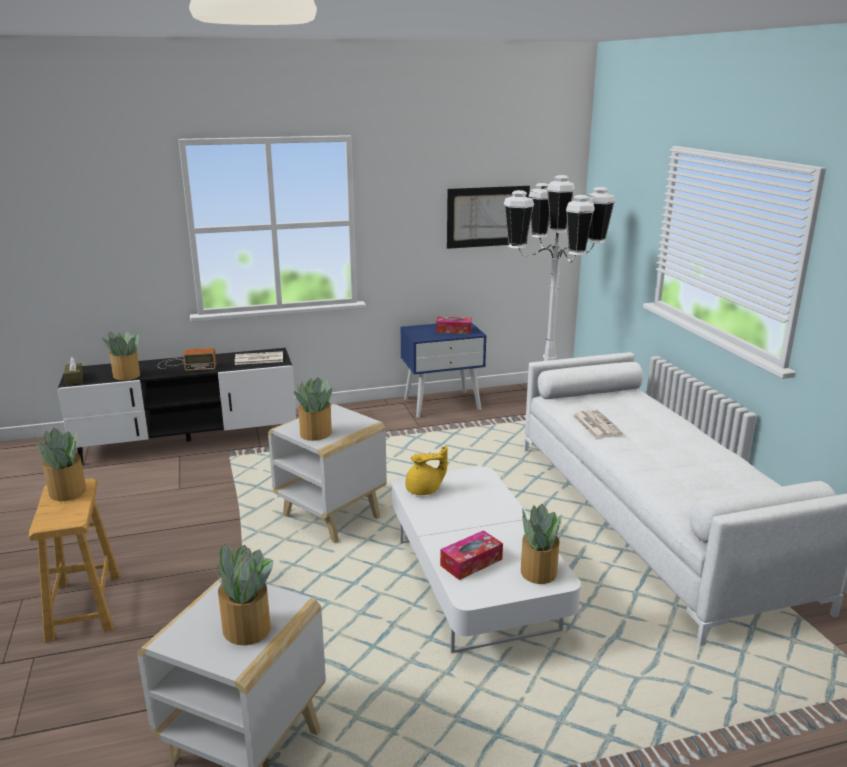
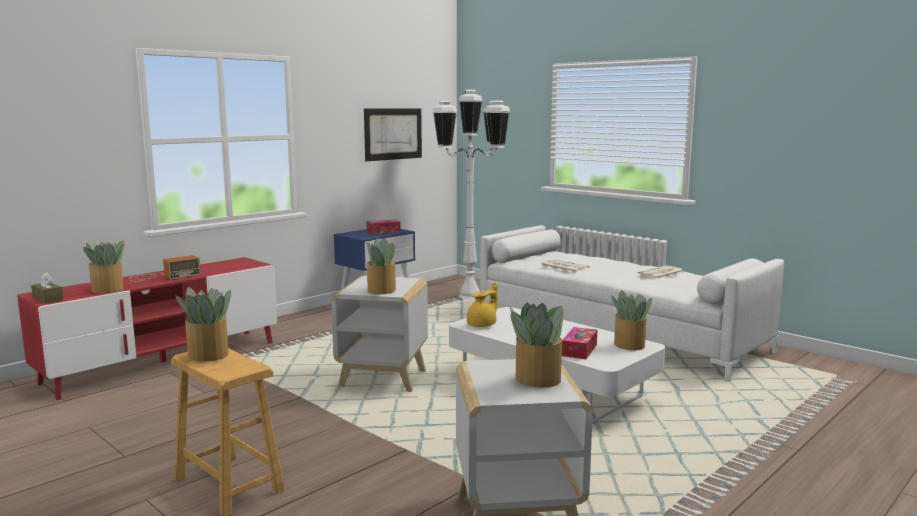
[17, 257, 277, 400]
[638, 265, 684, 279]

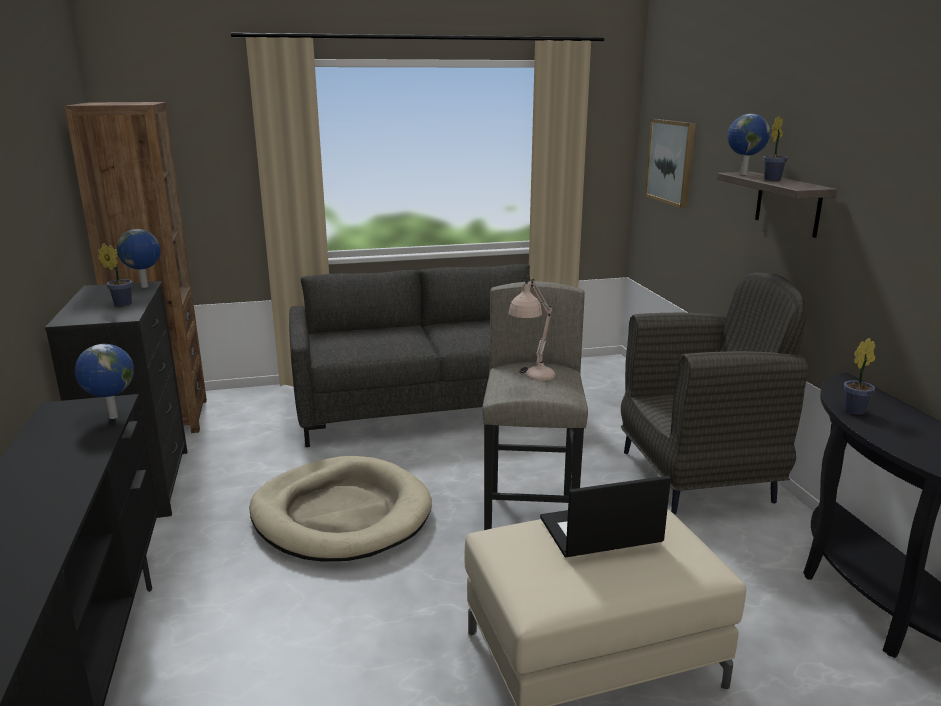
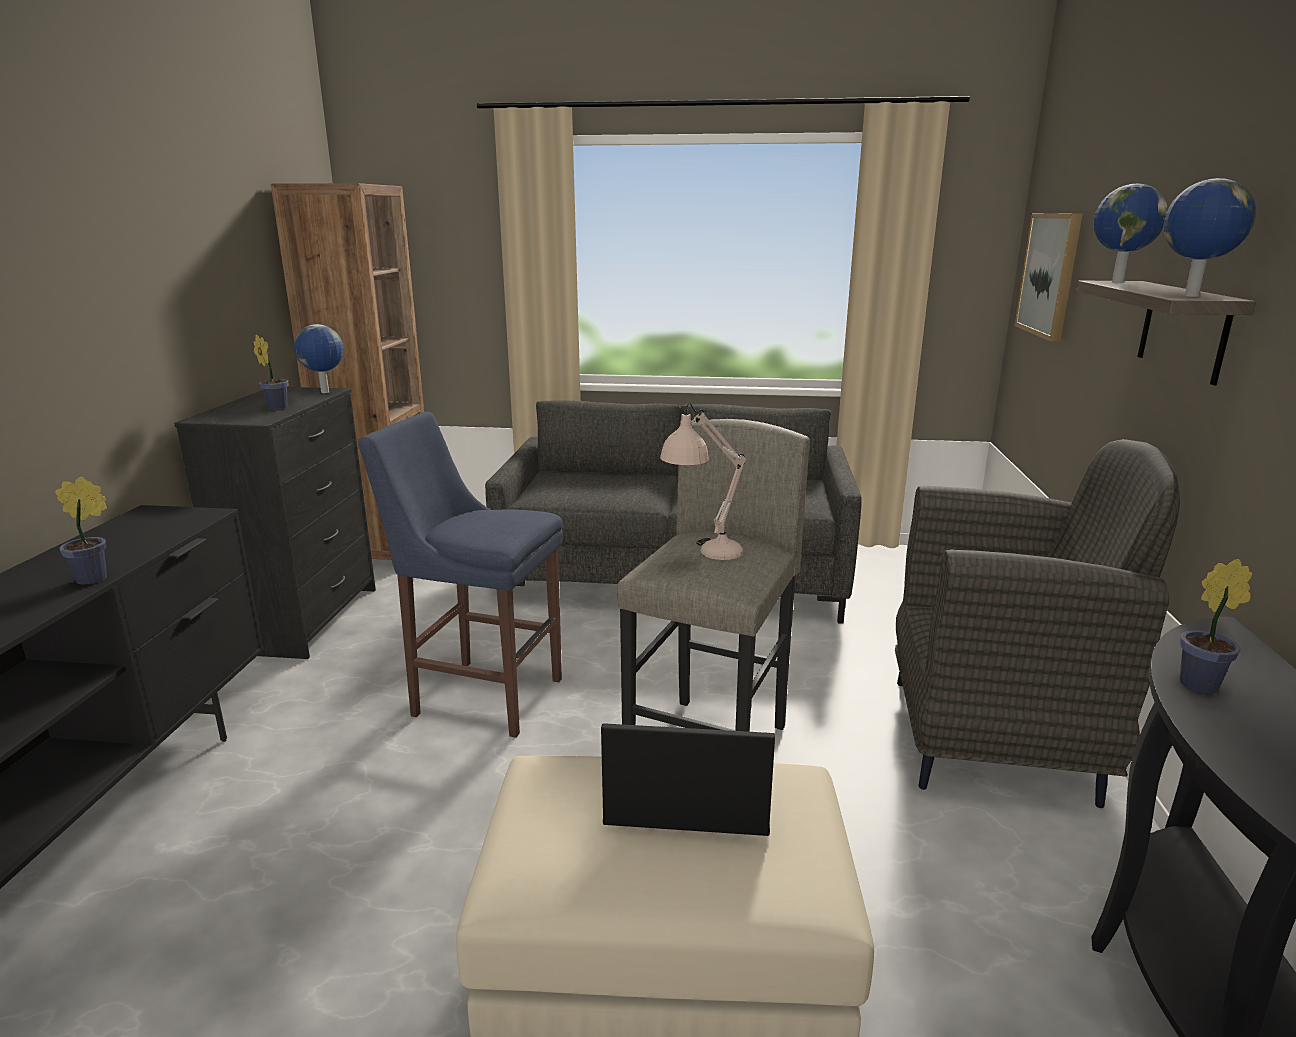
[1164, 178, 1256, 297]
[358, 412, 563, 738]
[55, 477, 107, 585]

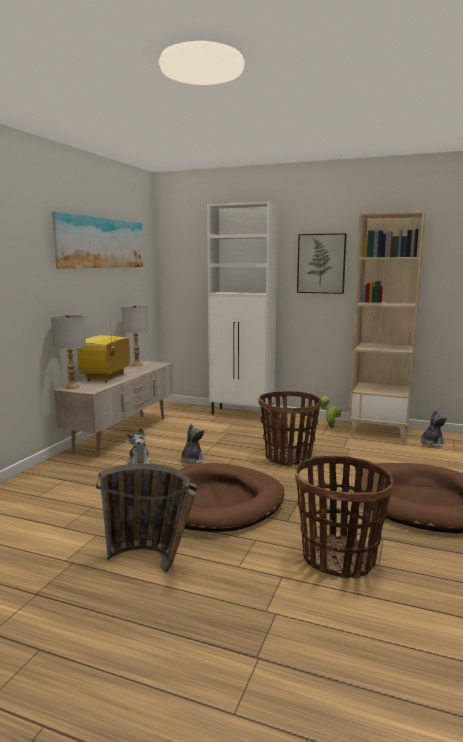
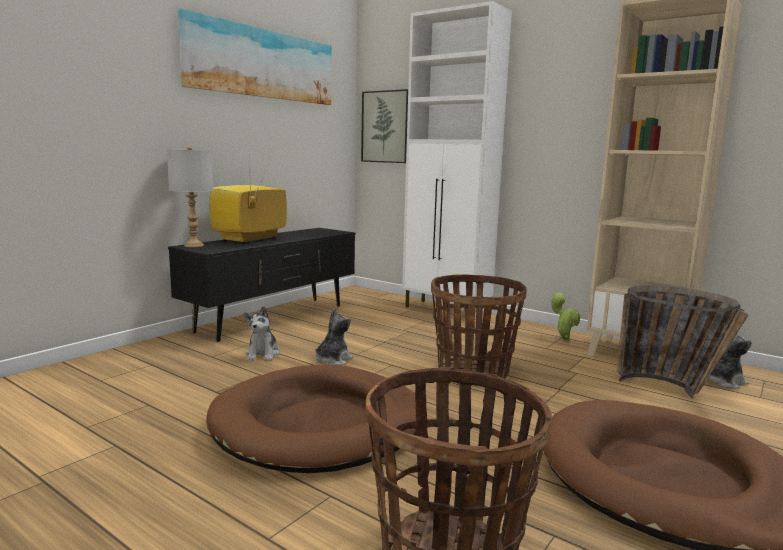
[168, 228, 356, 342]
[616, 285, 748, 398]
[121, 304, 149, 367] (first image)
[361, 89, 408, 163]

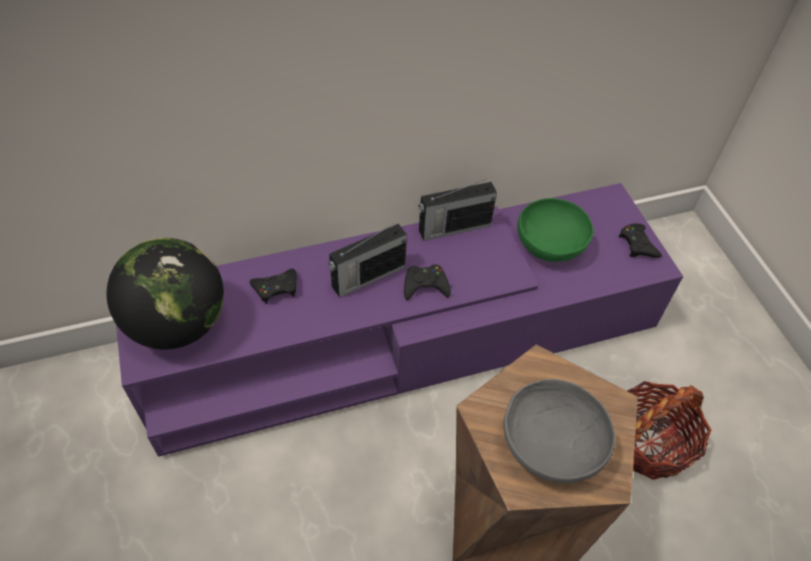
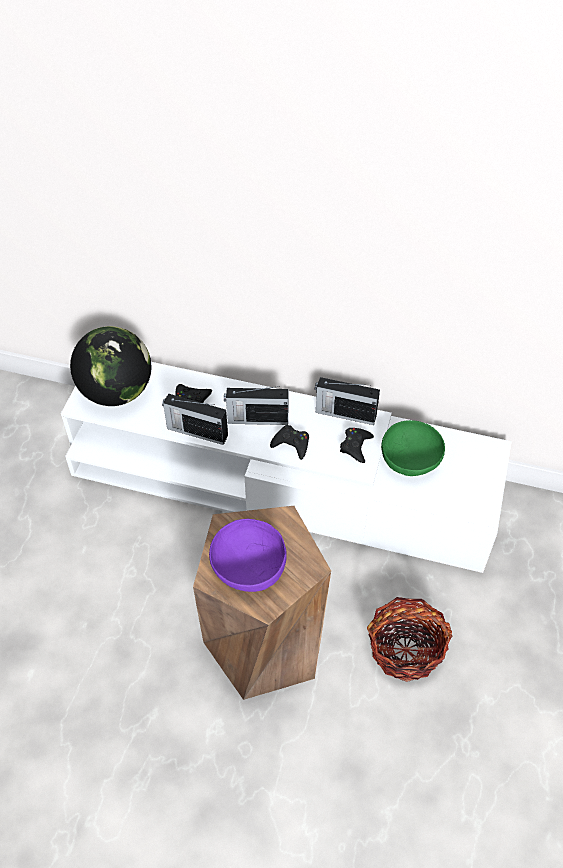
[61, 362, 511, 573]
[209, 519, 287, 592]
[340, 428, 374, 463]
[162, 394, 228, 445]

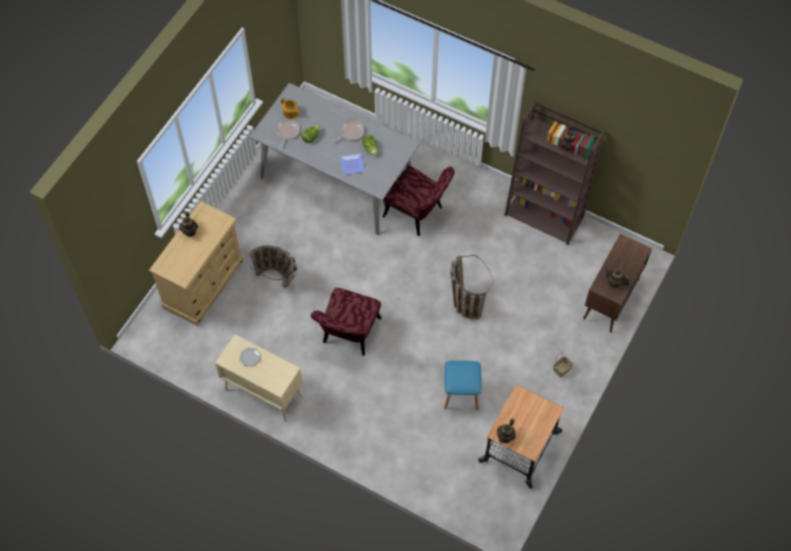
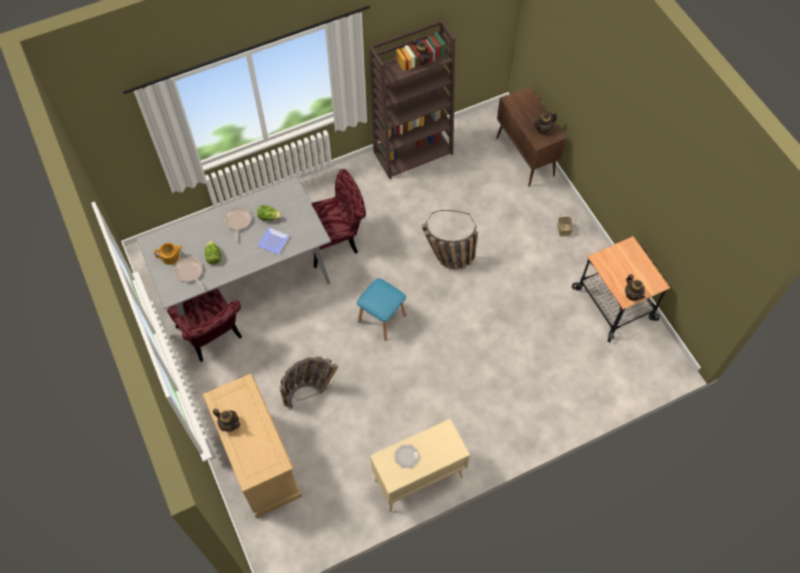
[167, 288, 242, 362]
[357, 278, 406, 341]

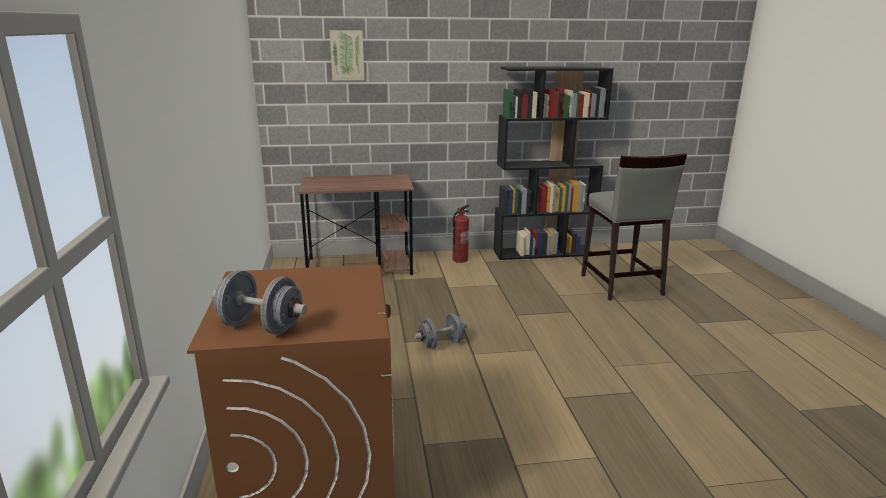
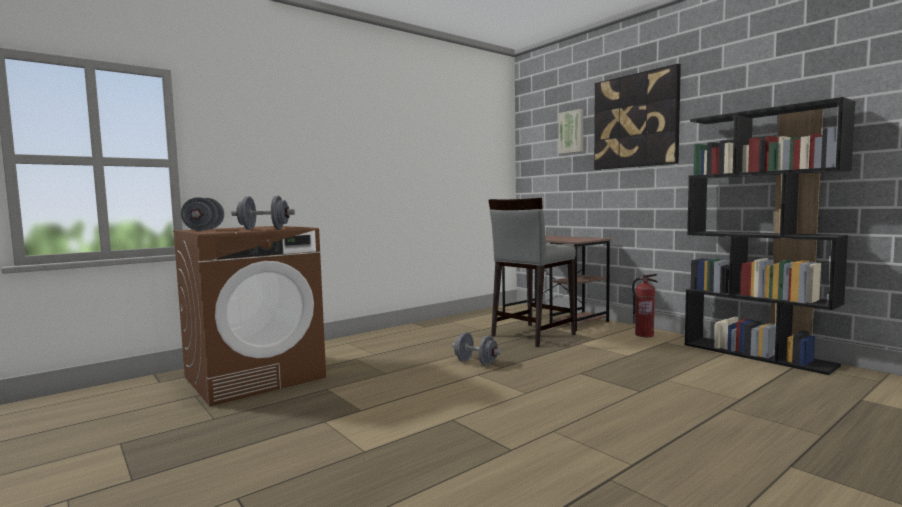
[489, 198, 576, 347]
[231, 196, 295, 230]
[594, 64, 681, 170]

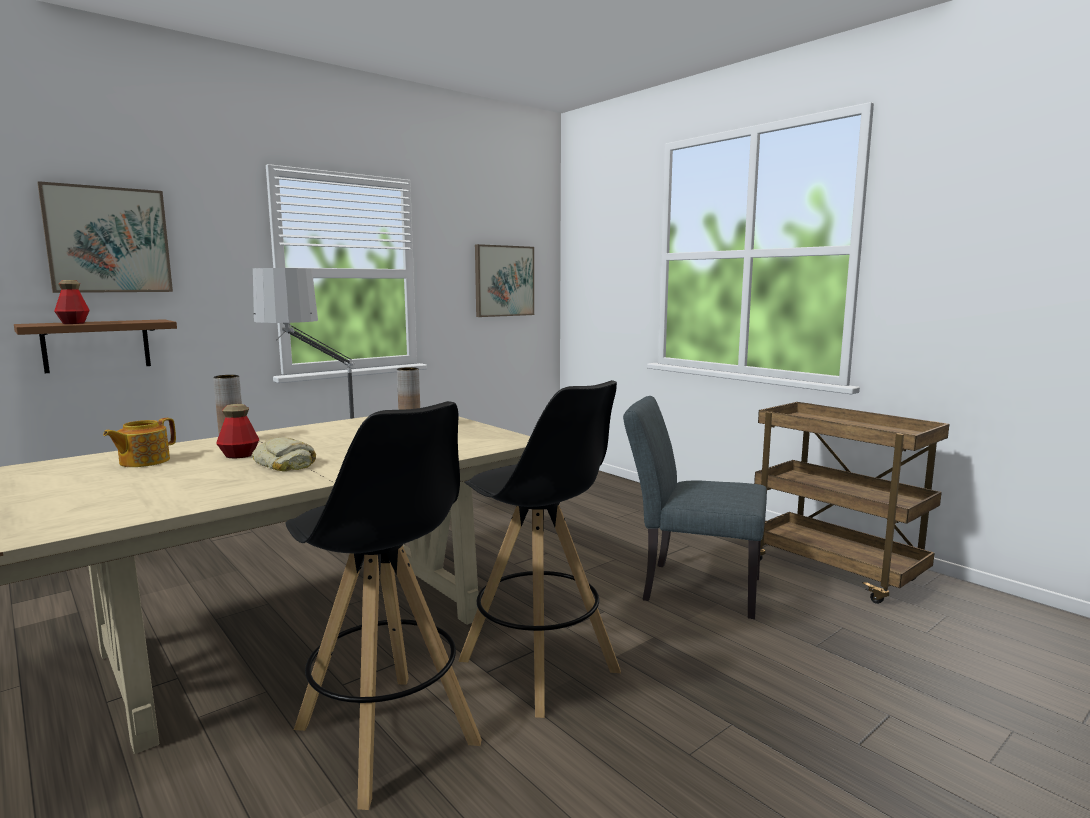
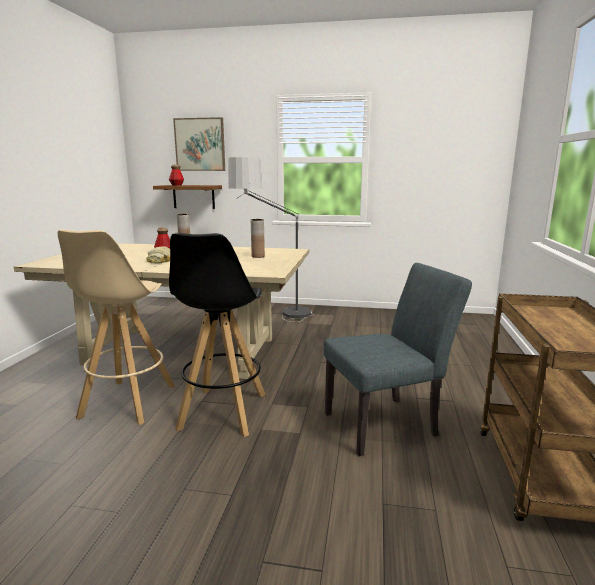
[103, 418, 176, 467] (first image)
[58, 229, 175, 425]
[475, 244, 534, 317] (first image)
[324, 263, 472, 456]

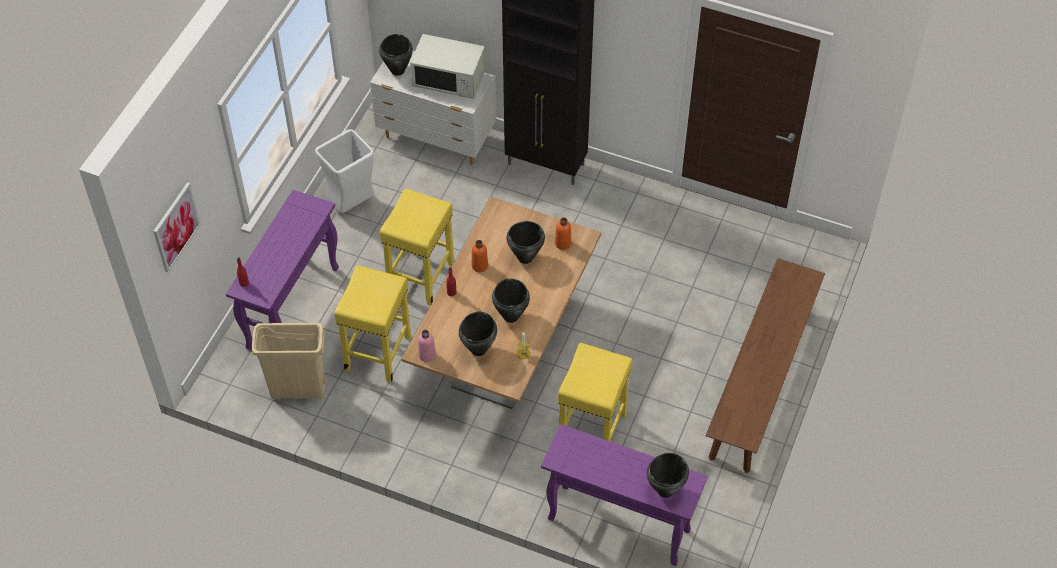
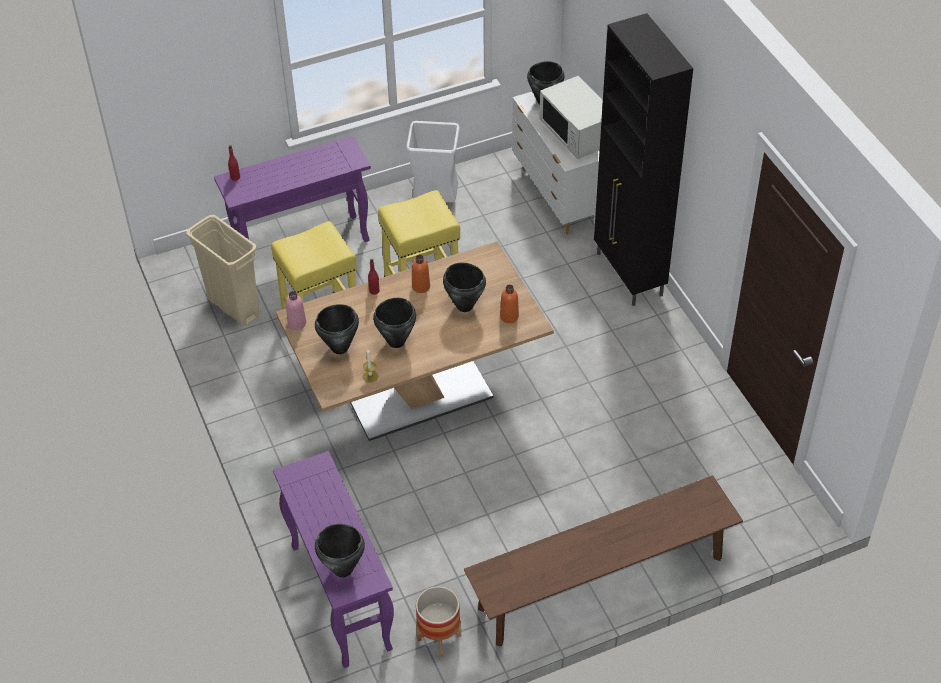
[154, 182, 201, 273] (first image)
[558, 343, 632, 441] (first image)
[416, 586, 461, 657]

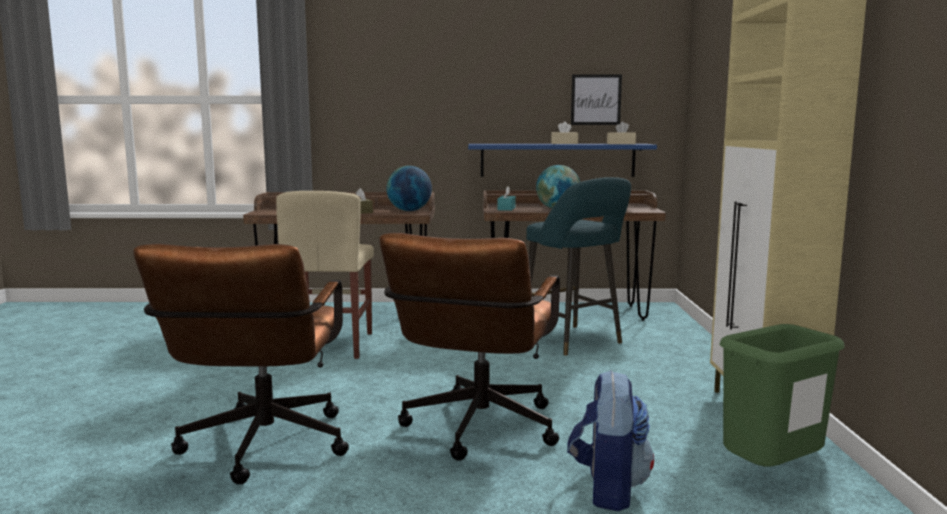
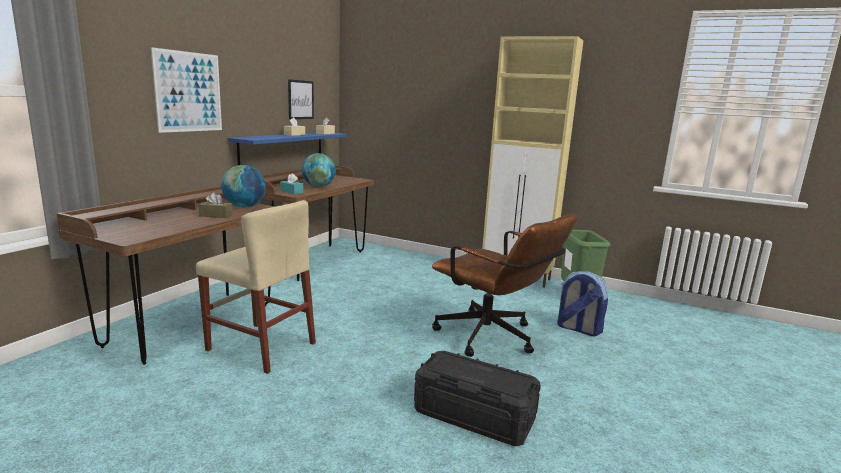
[414, 351, 541, 446]
[526, 177, 631, 356] (first image)
[150, 47, 222, 133]

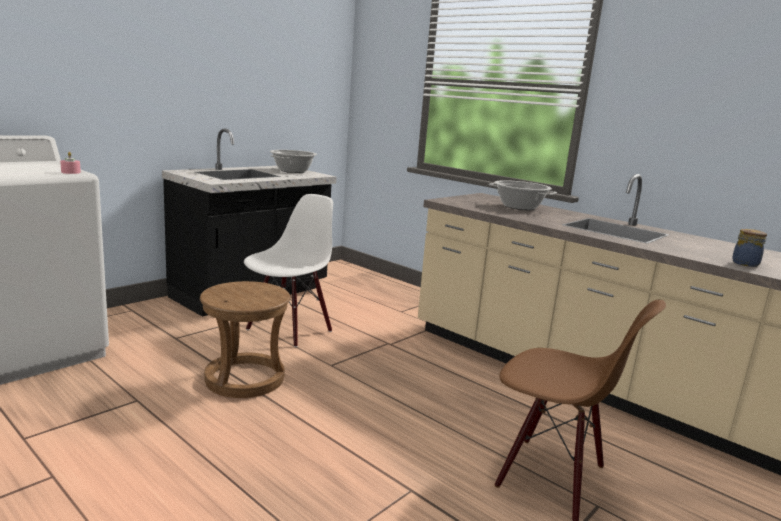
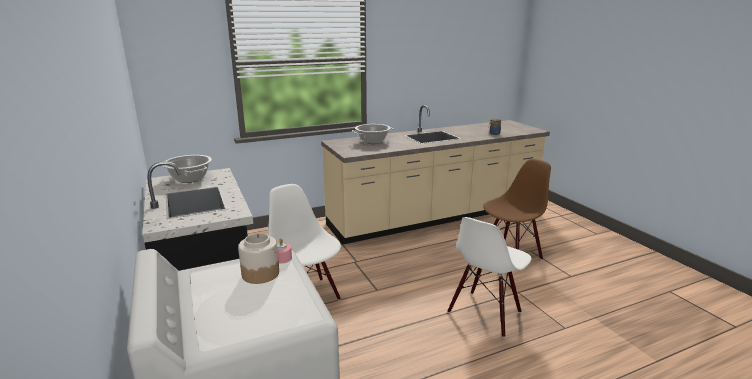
[200, 281, 290, 398] (first image)
[238, 233, 279, 284]
[448, 217, 532, 338]

